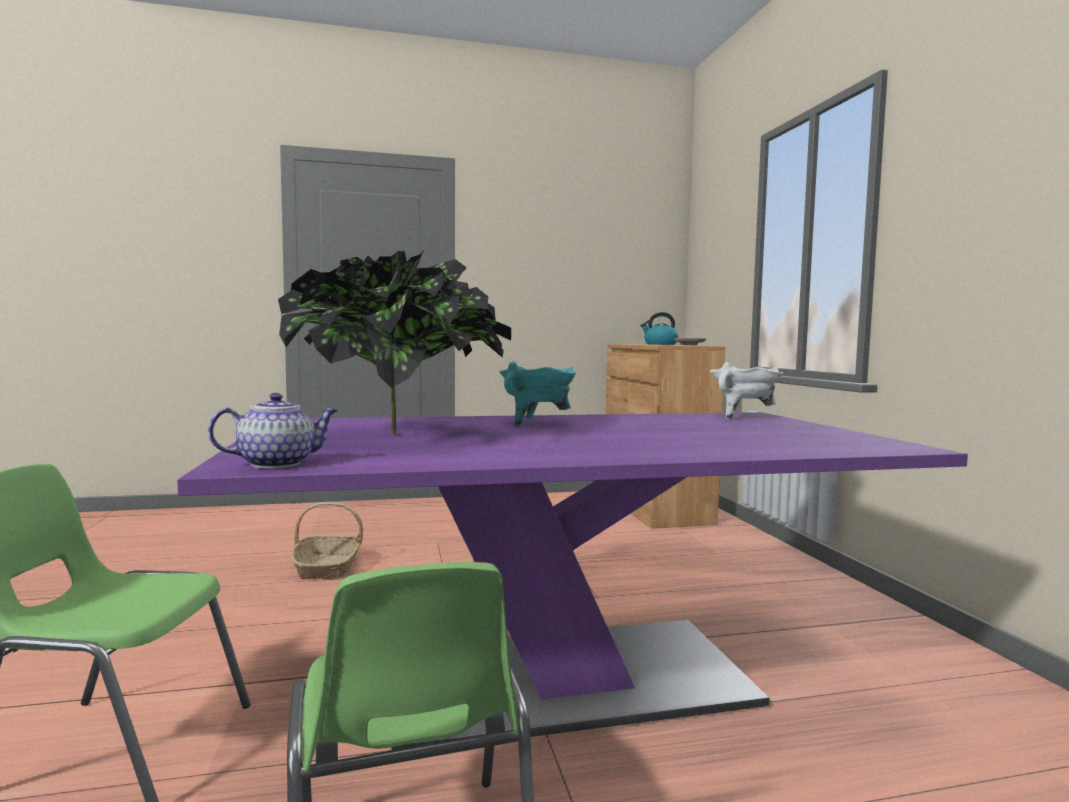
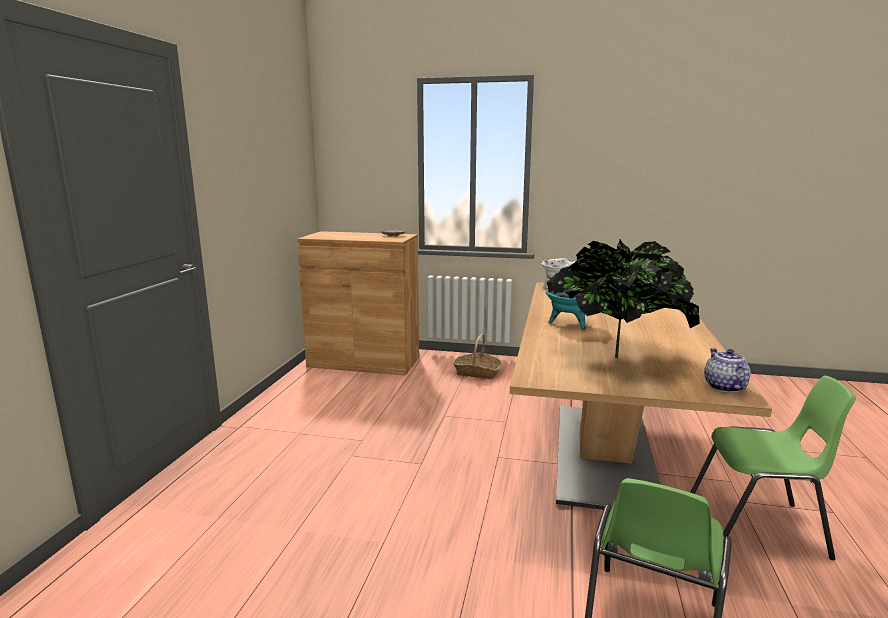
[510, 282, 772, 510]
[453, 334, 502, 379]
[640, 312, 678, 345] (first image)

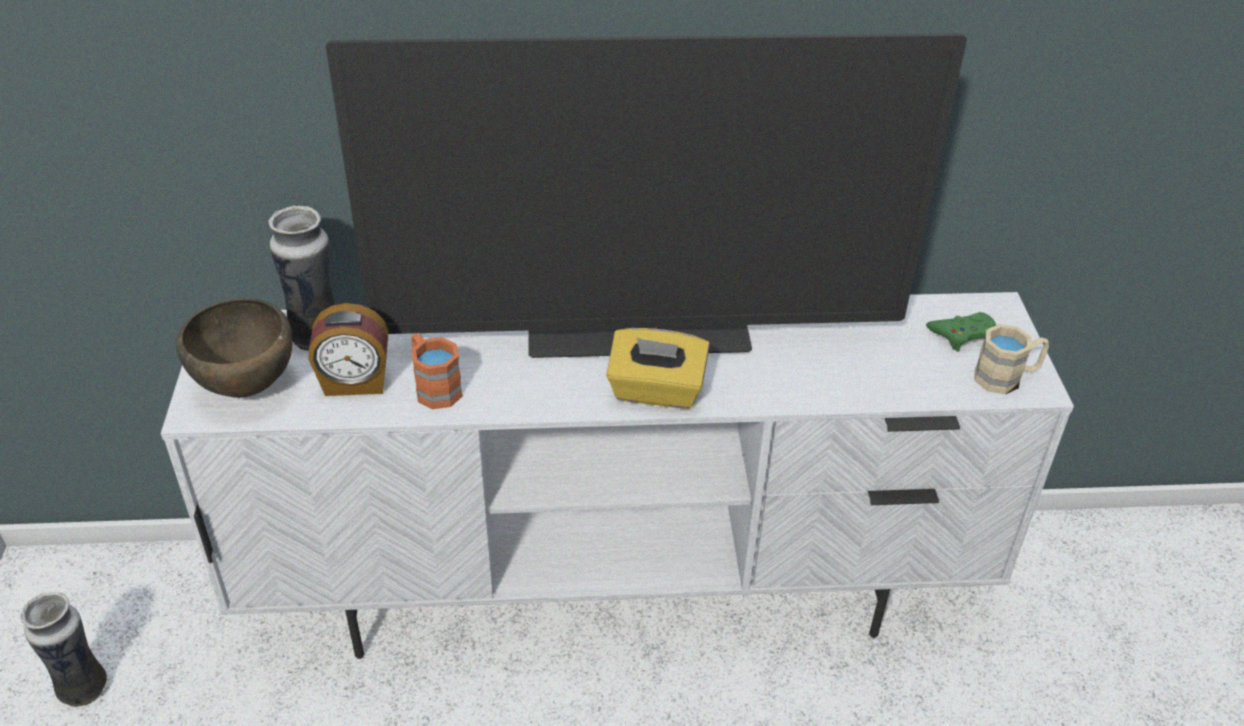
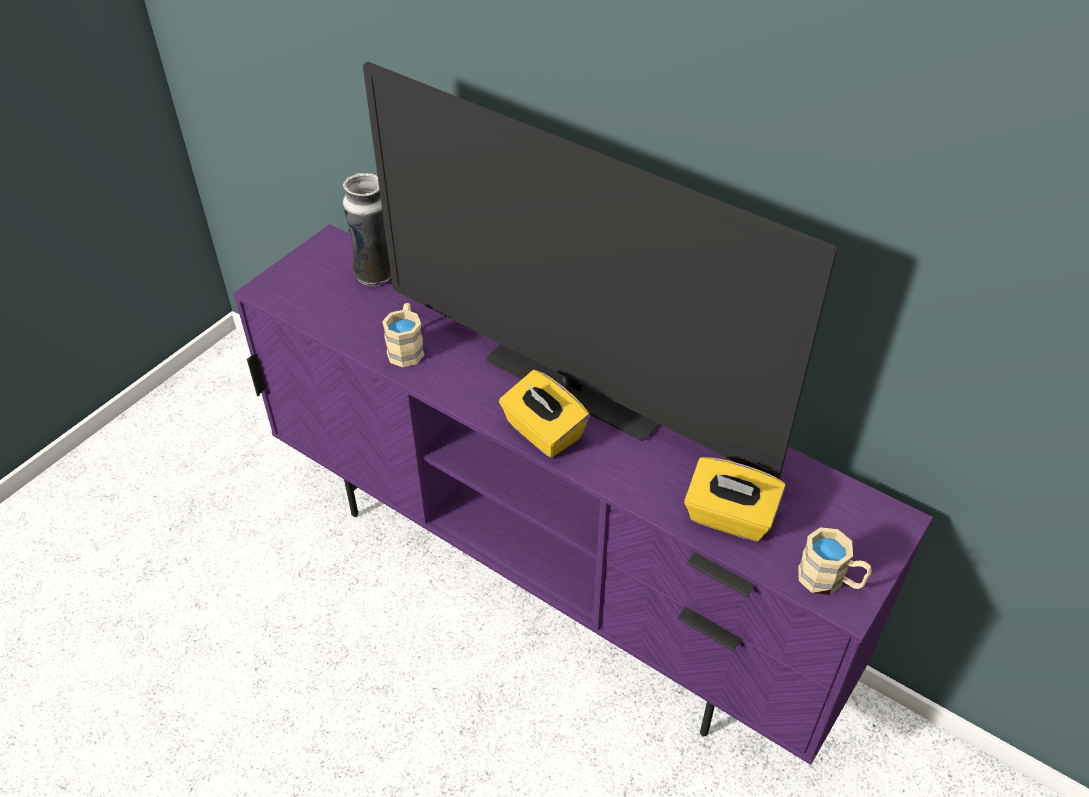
[20, 592, 107, 707] (first image)
[233, 224, 933, 765]
[176, 298, 293, 398] (first image)
[308, 303, 389, 396] (first image)
[382, 303, 425, 367]
[926, 312, 996, 352] (first image)
[684, 457, 785, 542]

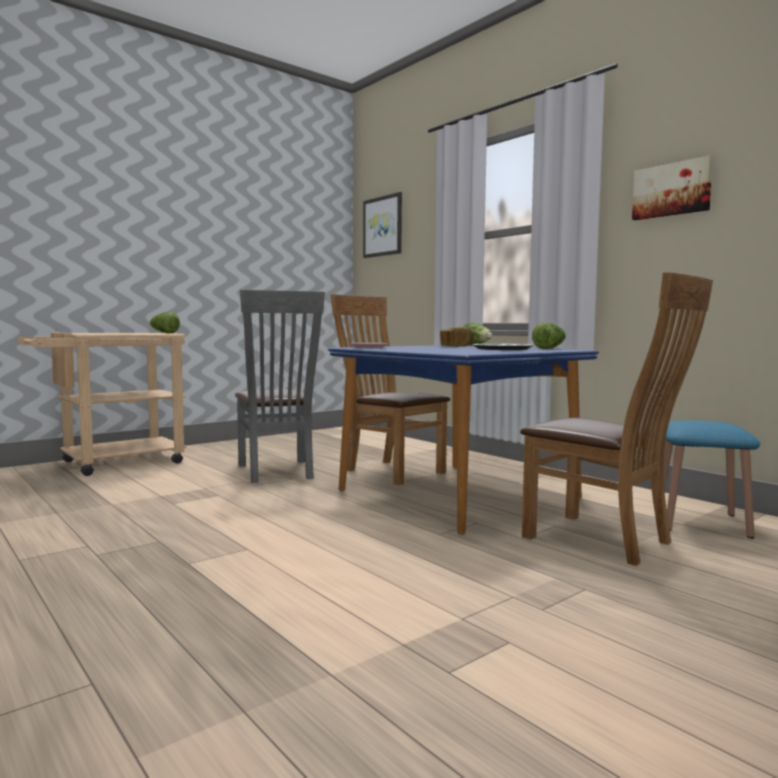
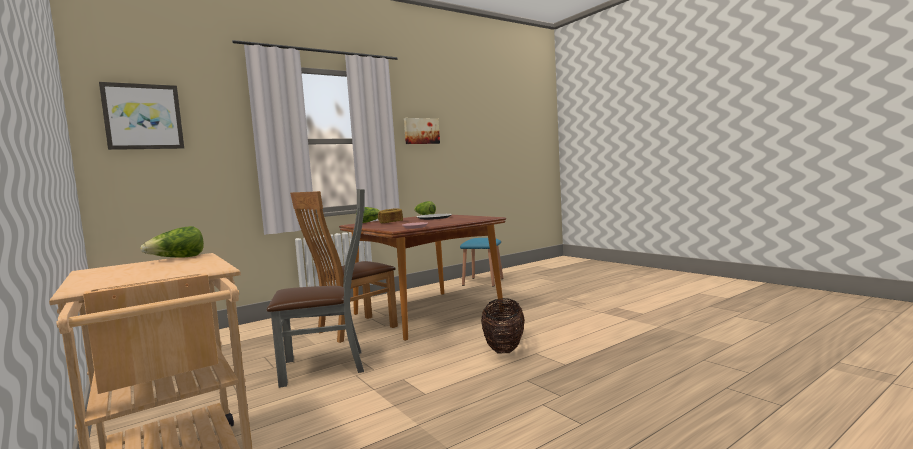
[339, 215, 506, 341]
[520, 272, 713, 566] (first image)
[481, 298, 525, 353]

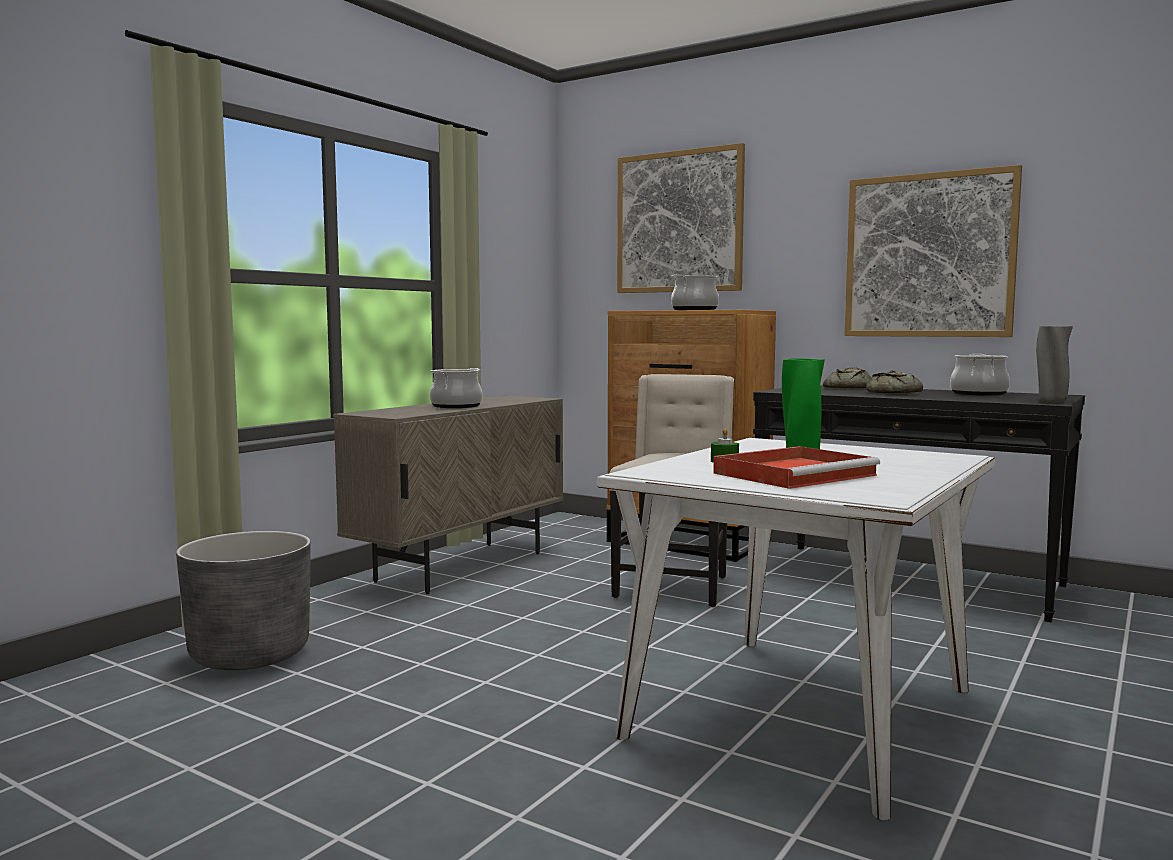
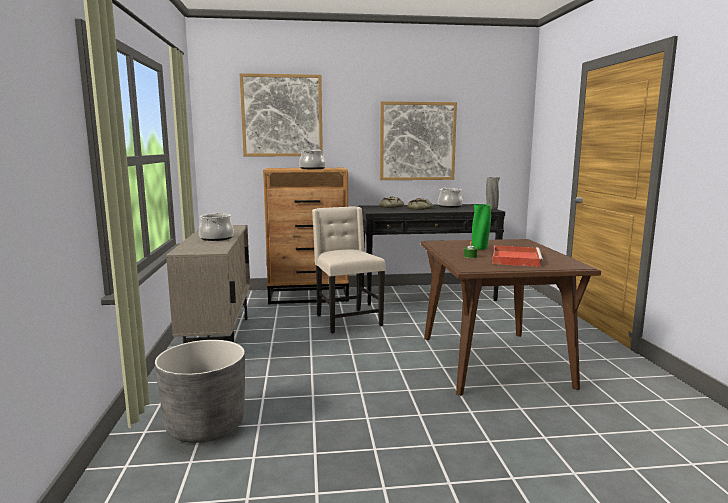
[421, 239, 601, 396]

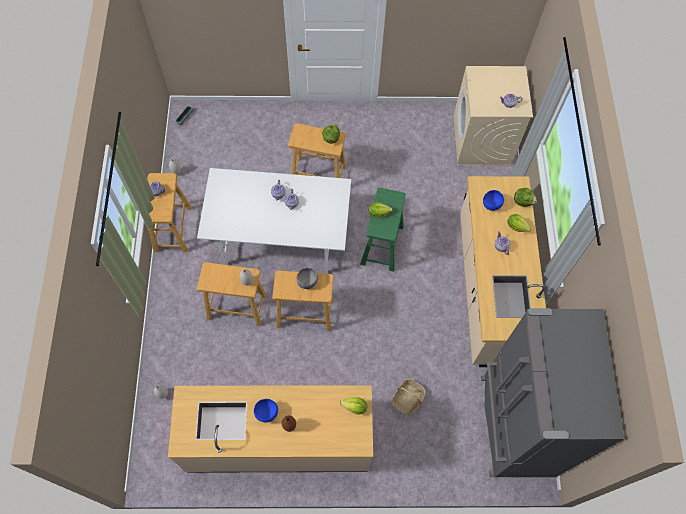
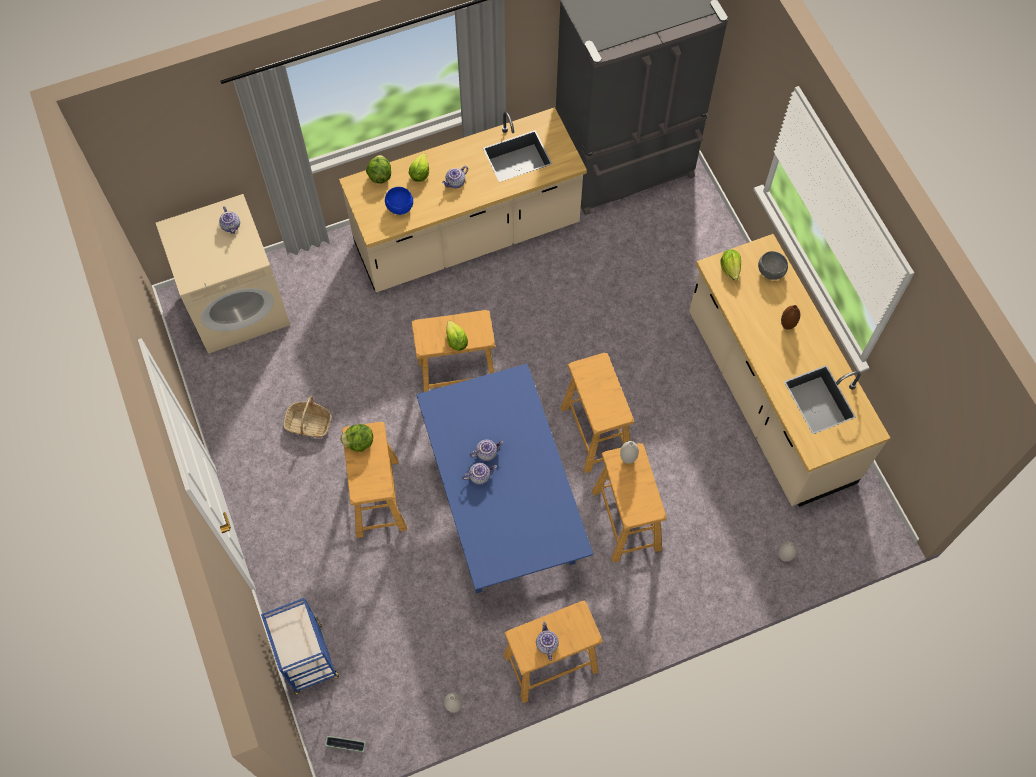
[416, 364, 593, 593]
[254, 399, 278, 423] (first image)
[758, 251, 788, 280]
[412, 310, 495, 392]
[284, 396, 331, 438]
[261, 598, 339, 695]

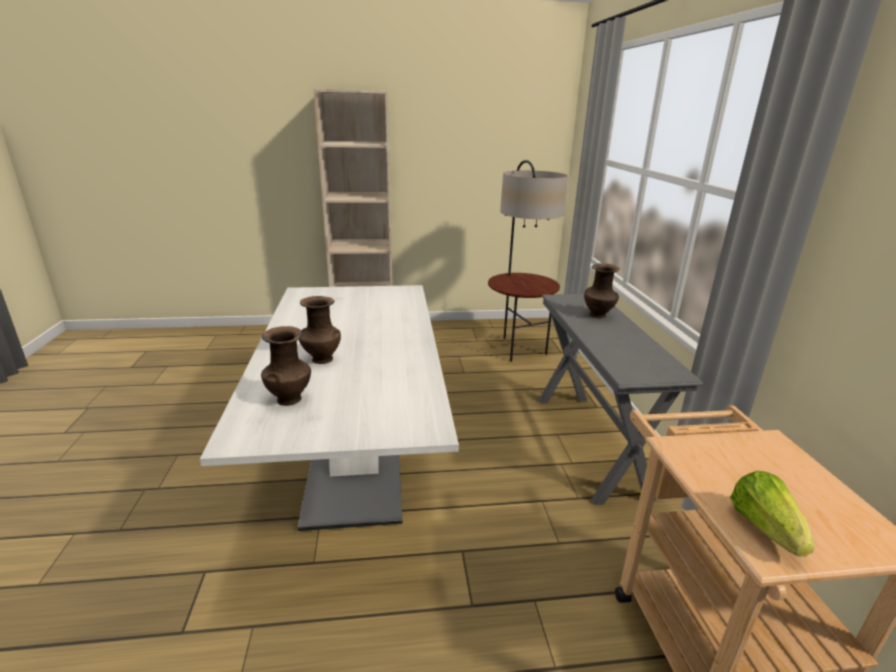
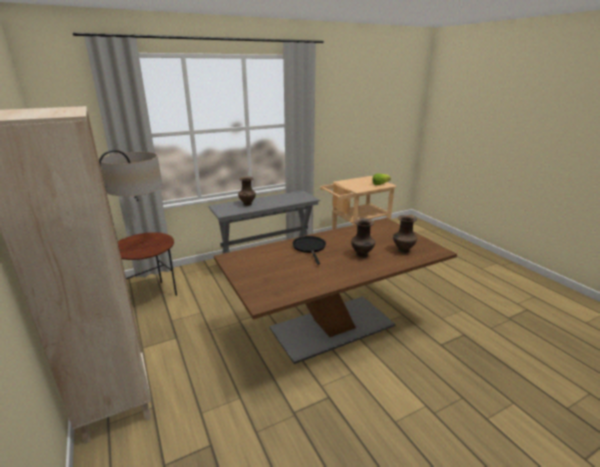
[214, 218, 457, 364]
[293, 236, 326, 265]

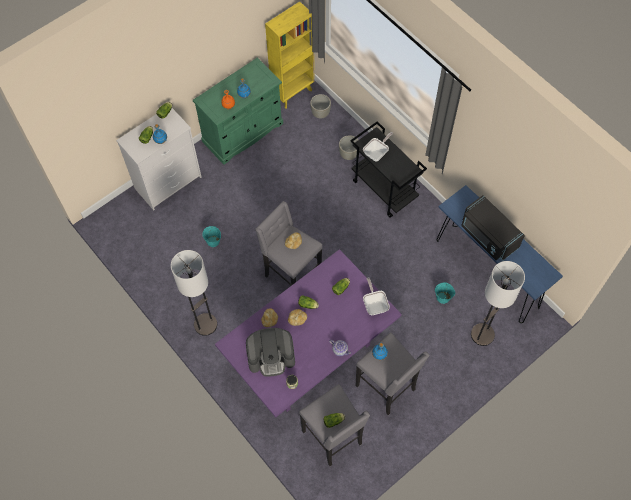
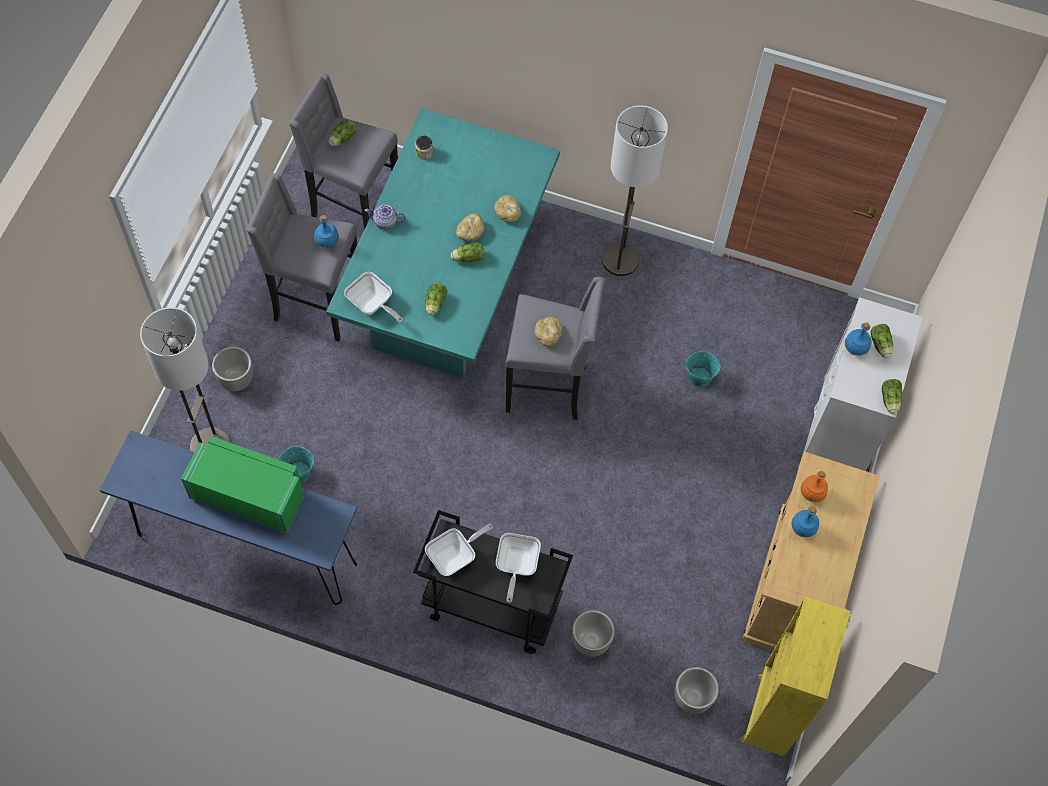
[742, 451, 880, 651]
[326, 108, 560, 378]
[246, 328, 295, 377] (first image)
[181, 436, 304, 533]
[212, 347, 253, 391]
[425, 524, 493, 576]

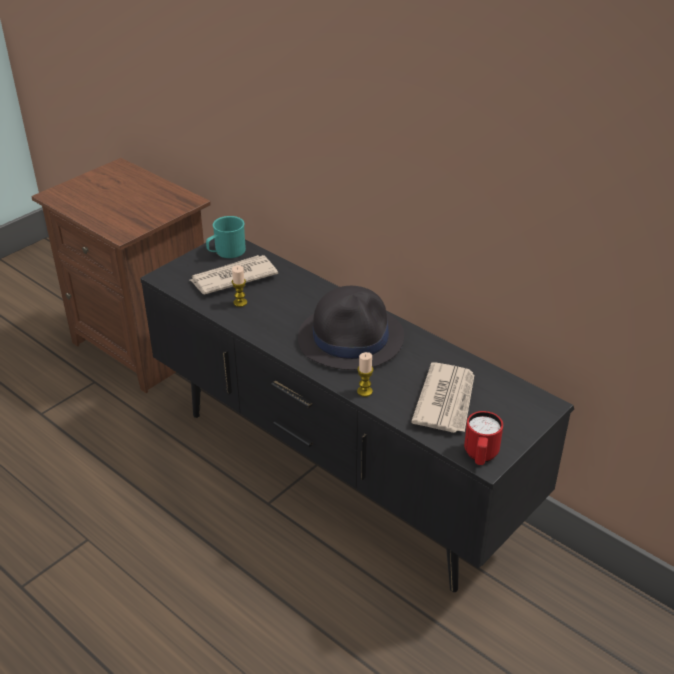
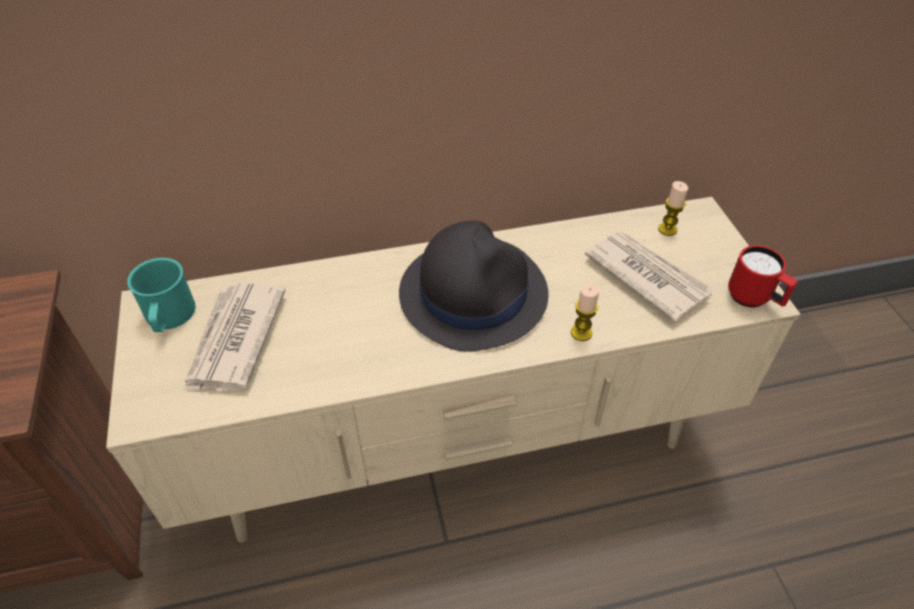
[106, 197, 800, 543]
[658, 181, 688, 236]

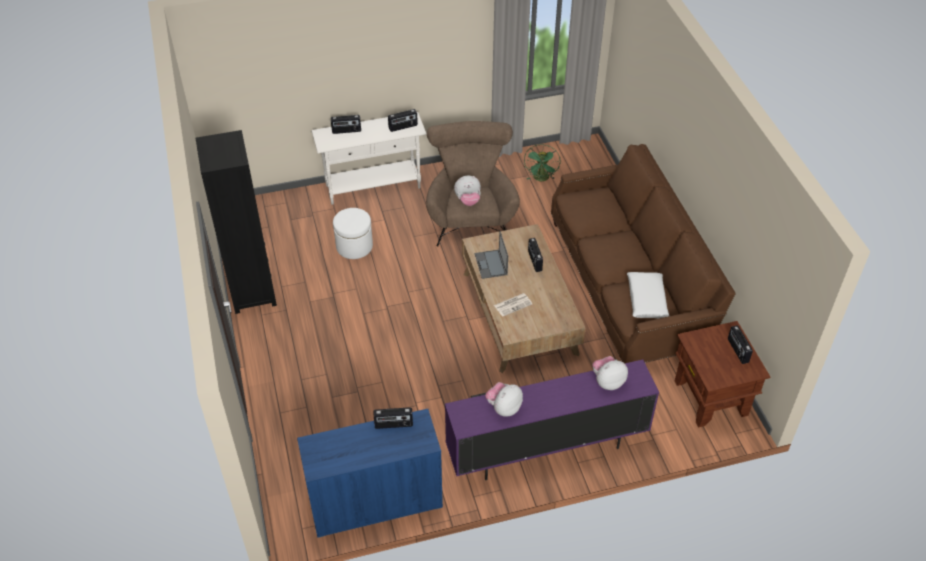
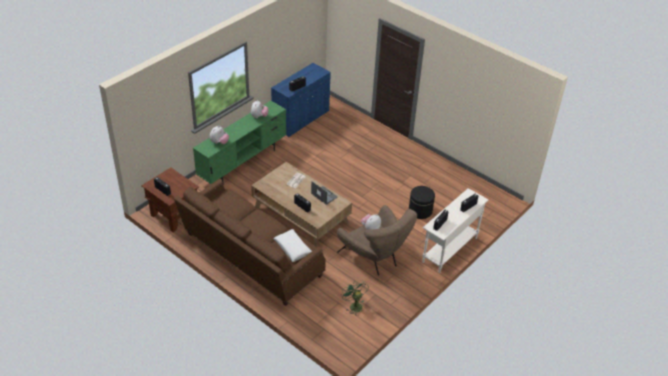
[196, 130, 277, 314] (first image)
[409, 186, 435, 219]
[193, 101, 286, 185]
[274, 229, 312, 262]

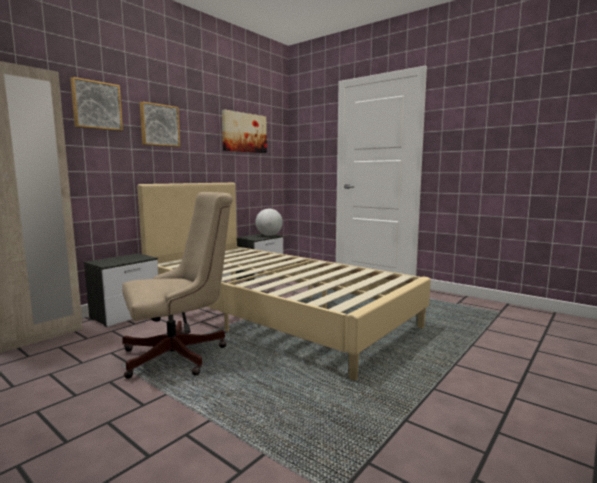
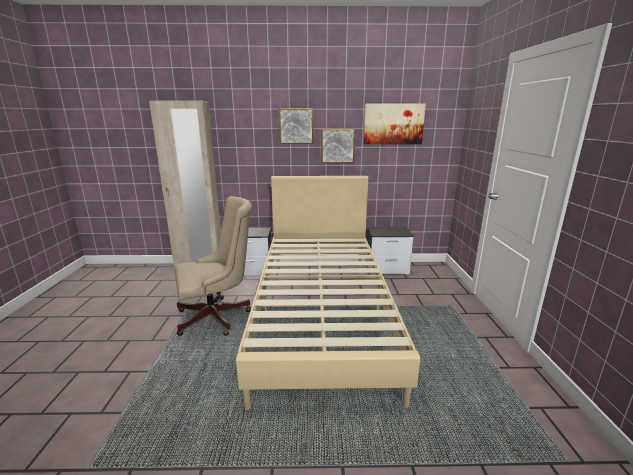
[321, 129, 355, 163]
[174, 196, 252, 336]
[255, 209, 283, 236] (first image)

